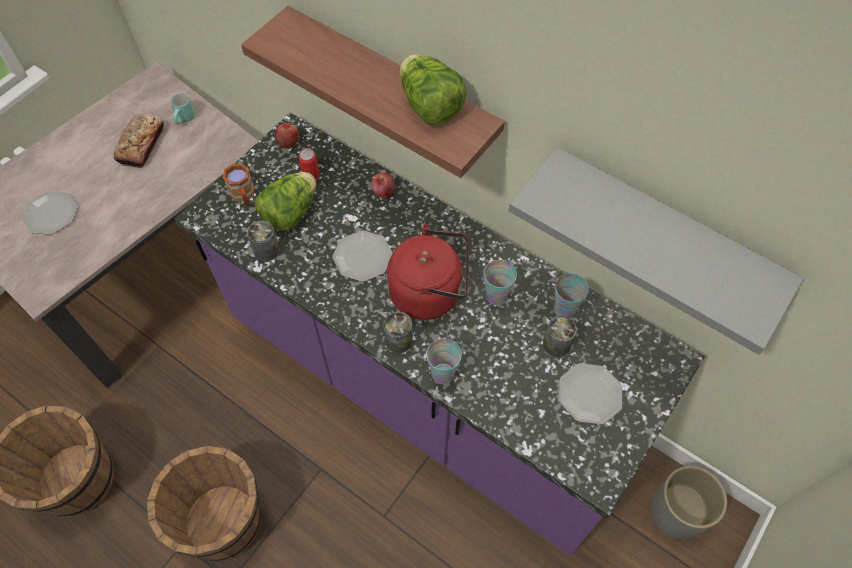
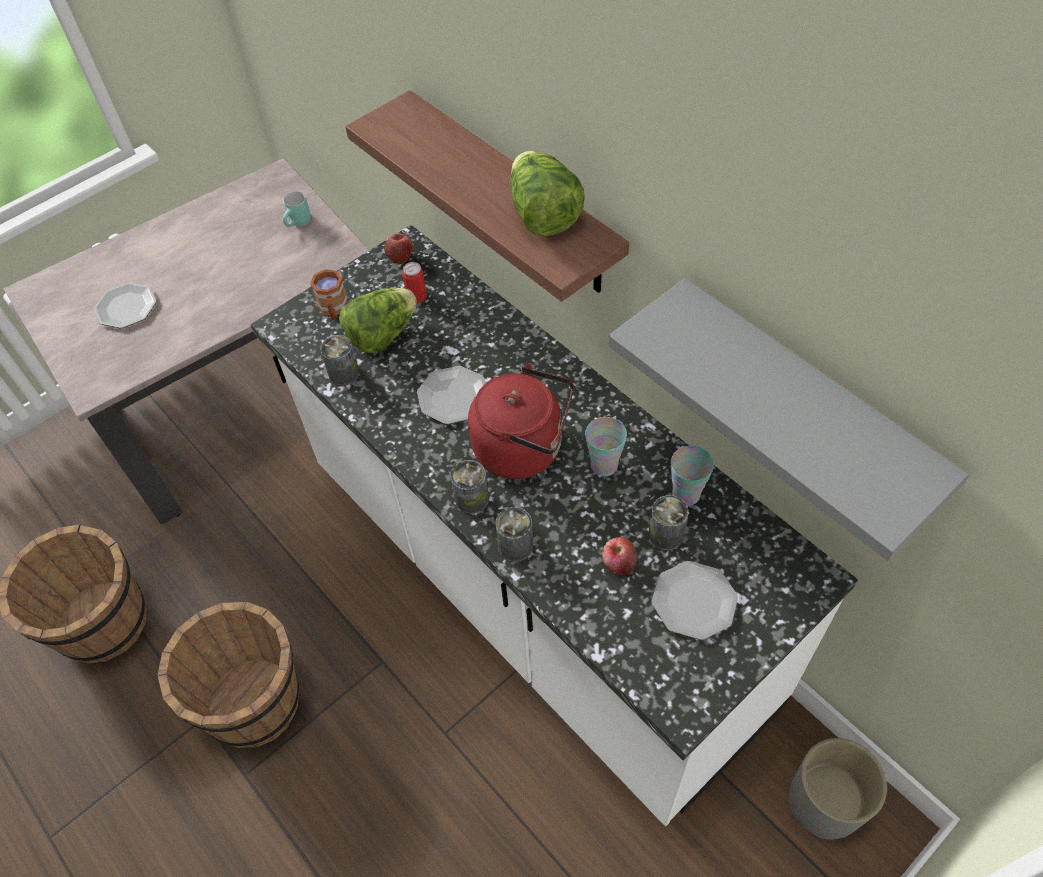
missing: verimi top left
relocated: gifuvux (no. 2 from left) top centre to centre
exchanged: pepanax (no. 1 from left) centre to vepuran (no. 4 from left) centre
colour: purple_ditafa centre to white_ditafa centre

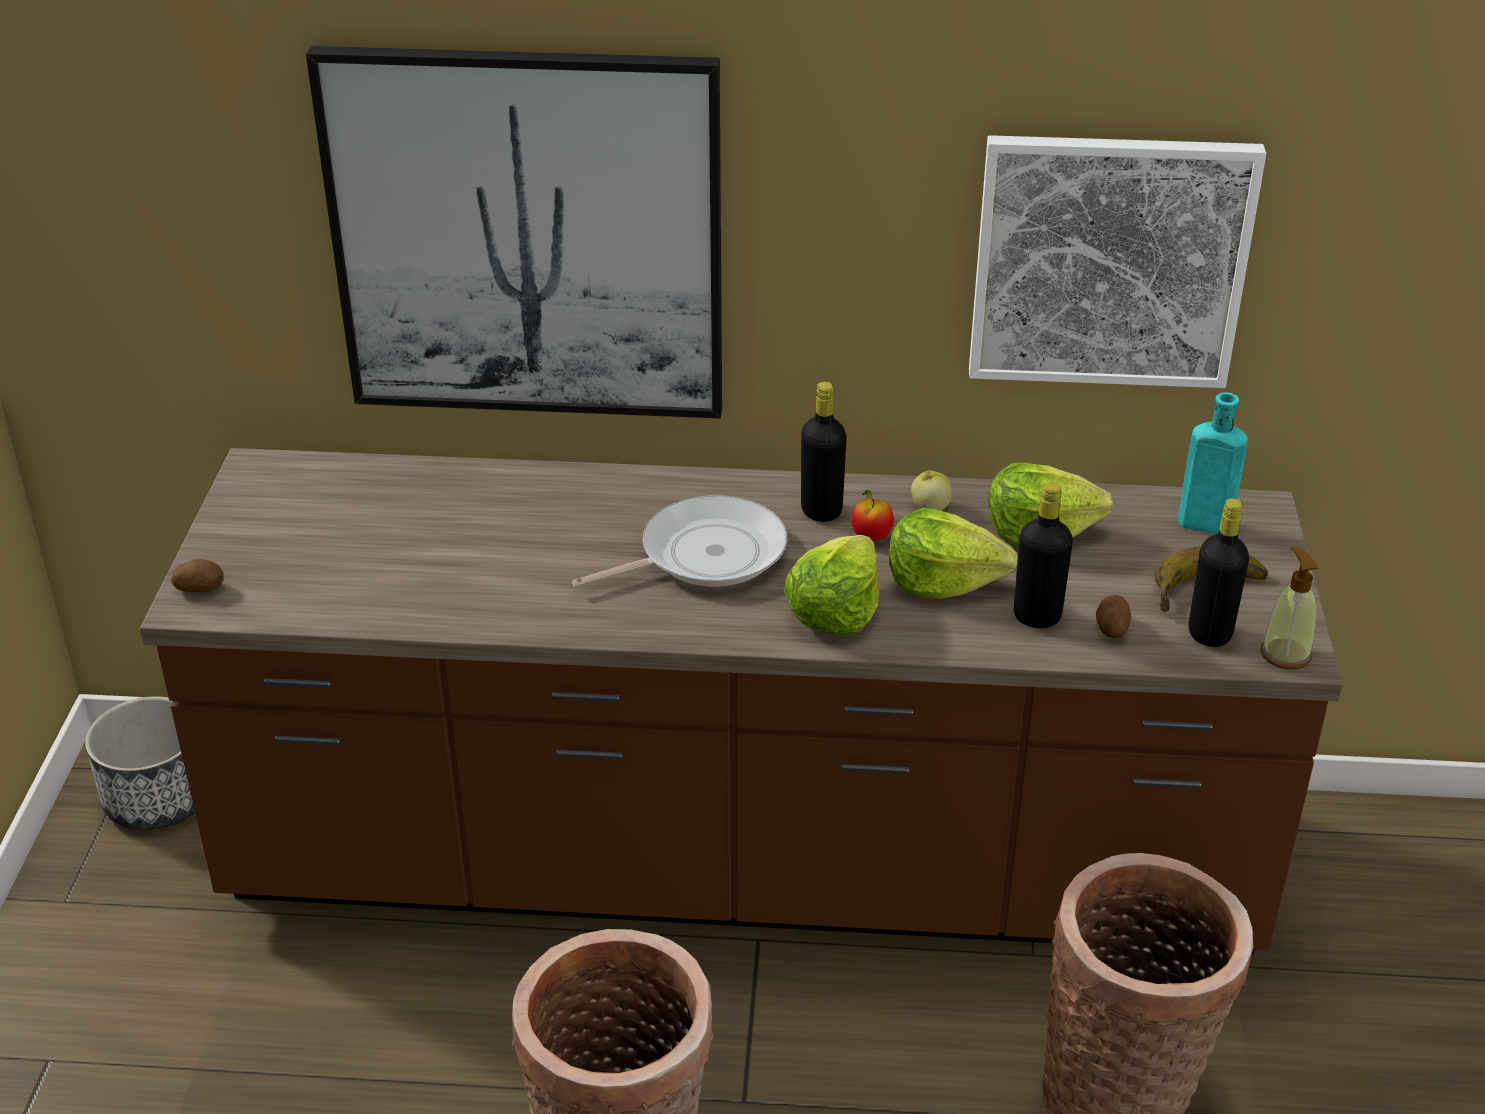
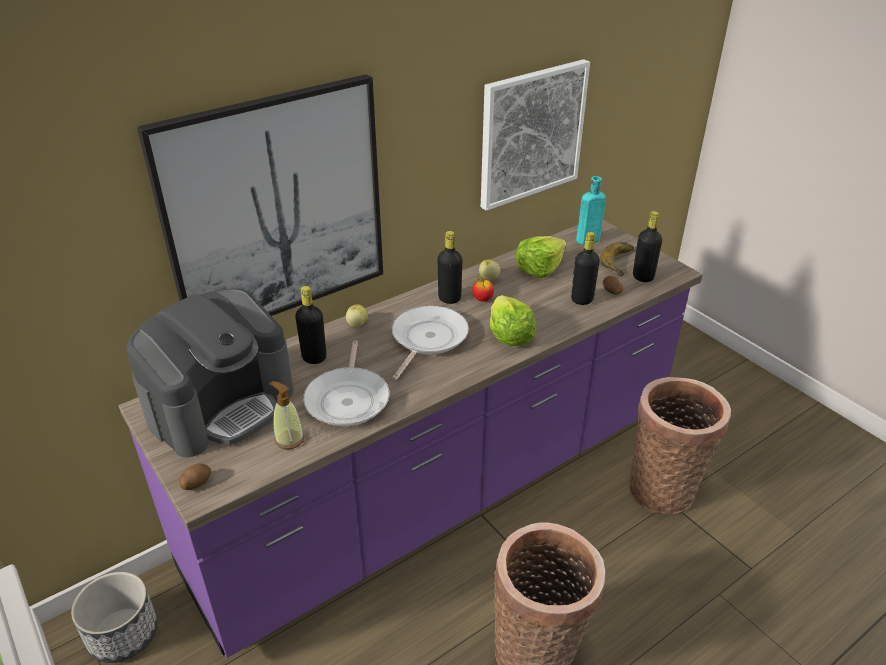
missing: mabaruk (no. 2 from left) centre
appeared: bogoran middle left; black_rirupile (no. 1 from left) centre; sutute (no. 1 from left) centre; gifuvux (no. 1 from left) centre
relocated: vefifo middle right to middle left
colour: brown_ditafa centre to purple_ditafa centre

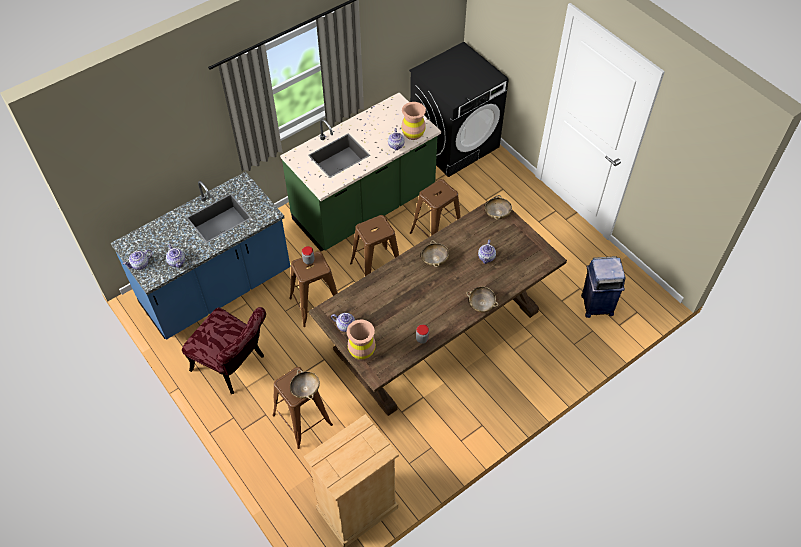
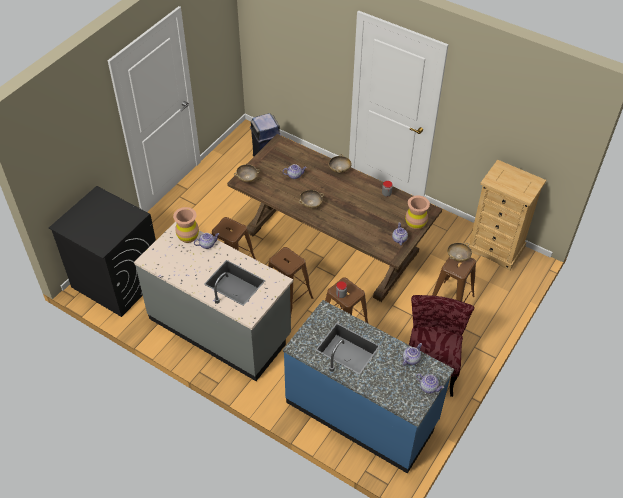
colour: green_ditafa top centre to grey_ditafa centre

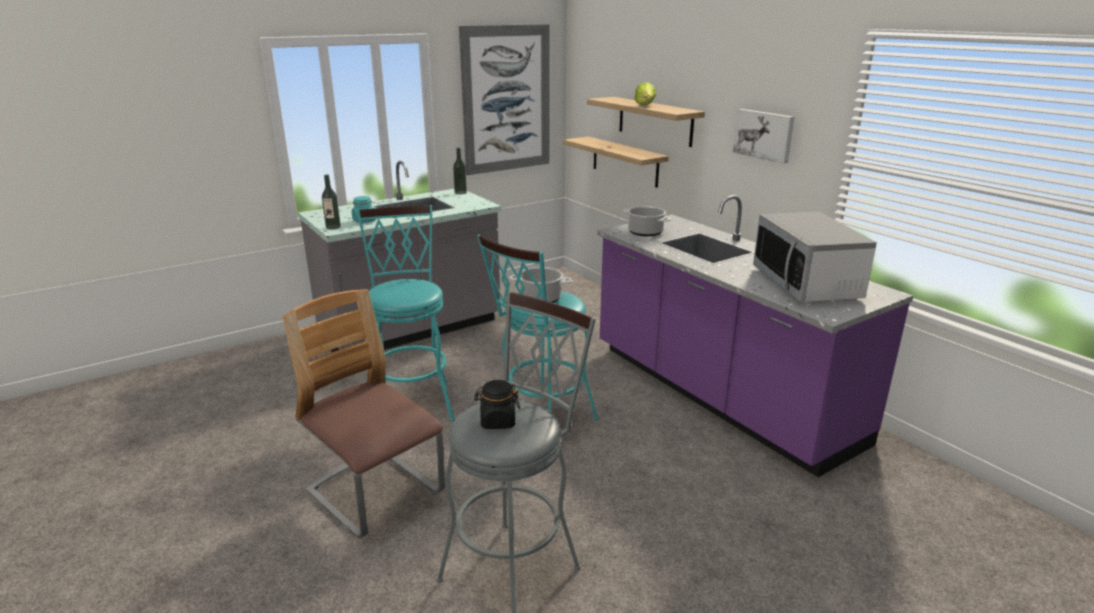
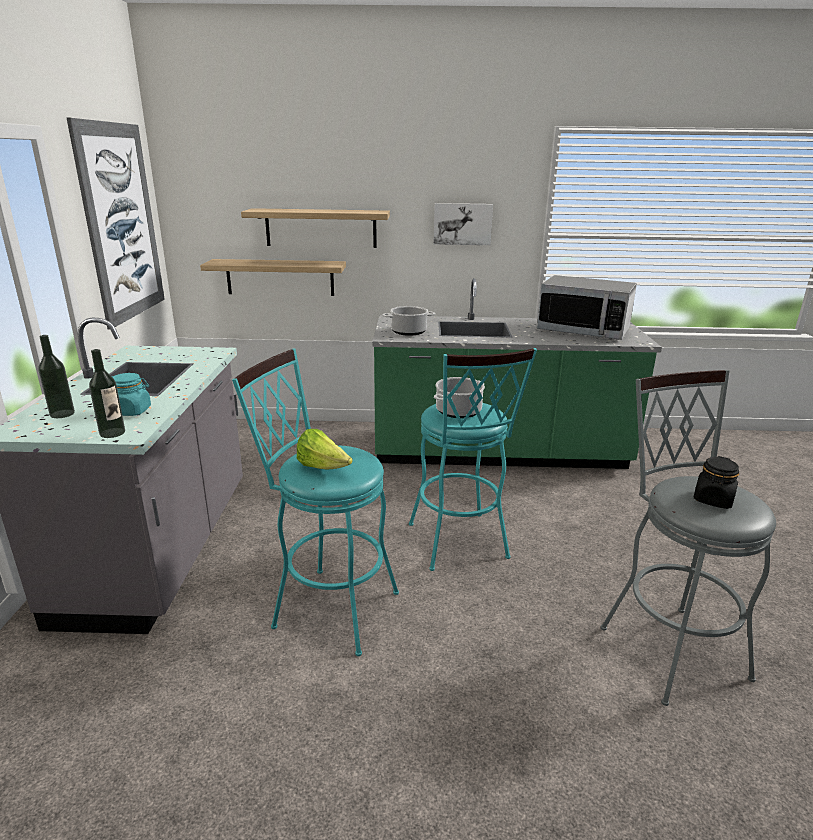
missing: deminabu bottom left
relocated: rirupile (no. 2 from left in the first image) top centre to rirupile (no. 1 from left) middle left; mabaruk top centre to centre
colour: purple_ditafa middle right to green_ditafa centre

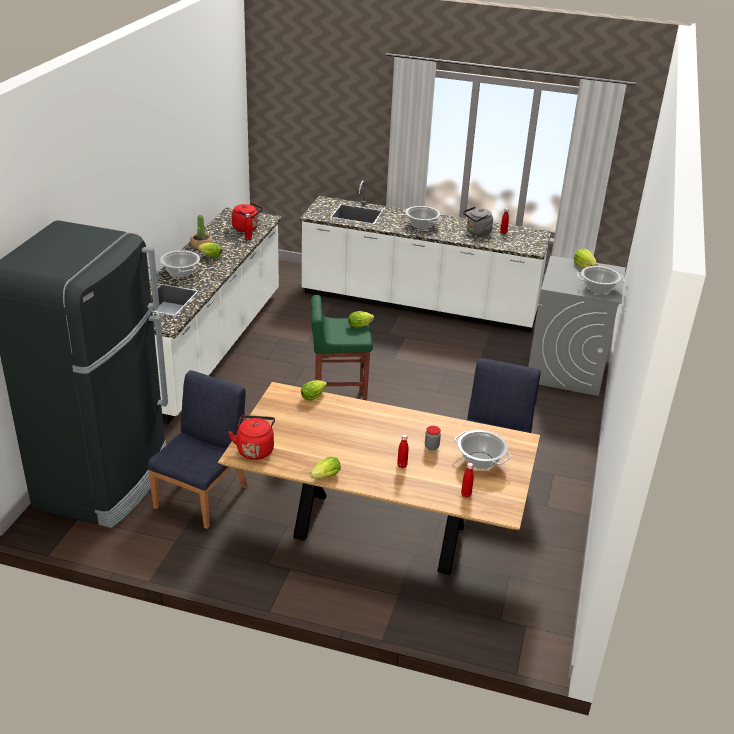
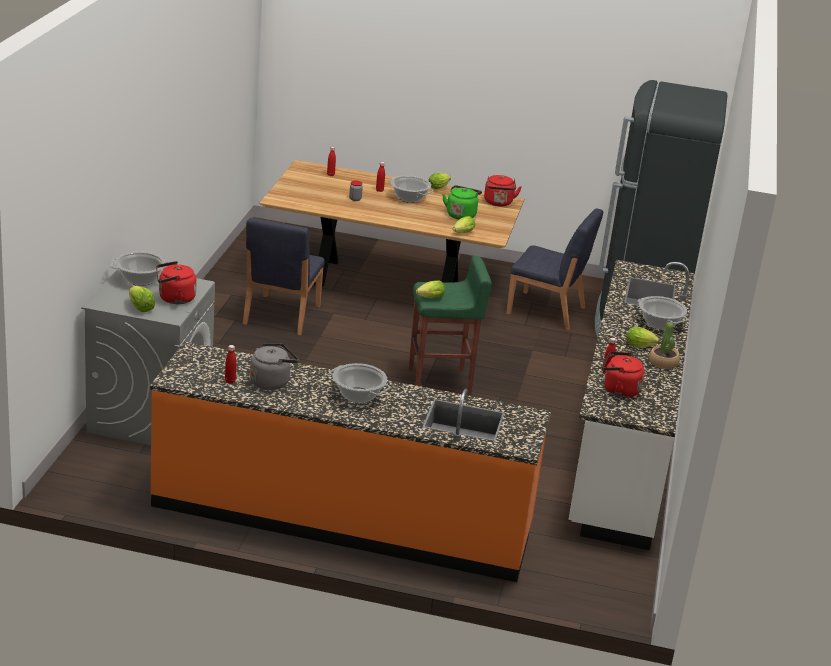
appeared: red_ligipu (no. 1 from left) middle left; green_ligipu top centre
relocated: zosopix (no. 3 from left) centre to top centre
colour: white_ditafa (no. 2 from left) centre to orange_ditafa bottom centre
spun: blue_deminabu (no. 1 from left in the first image) middle left = middle right 90 degrees counterclockwise

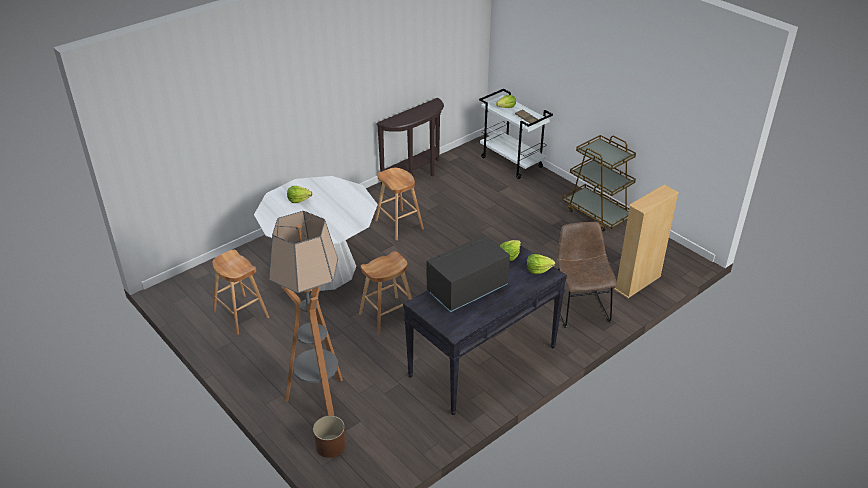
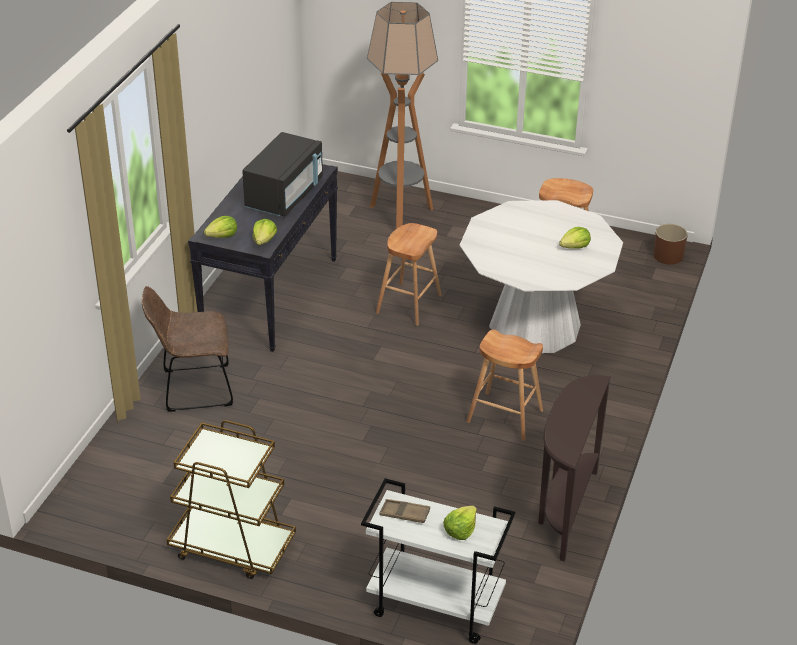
missing: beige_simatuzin middle right
relocated: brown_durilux bottom centre to middle right
spun: brown_deminabu middle right = middle left 120 degrees clockwise

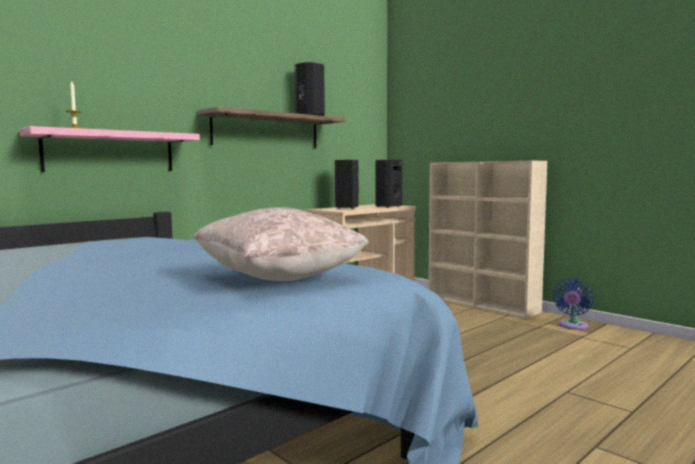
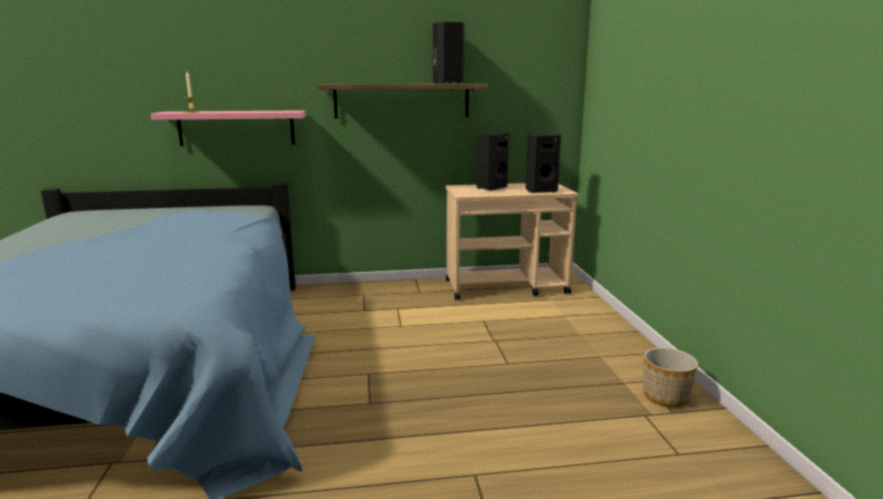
missing: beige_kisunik centre; beige_simatuzin middle right
exchanged: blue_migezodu middle right to durilux bottom right

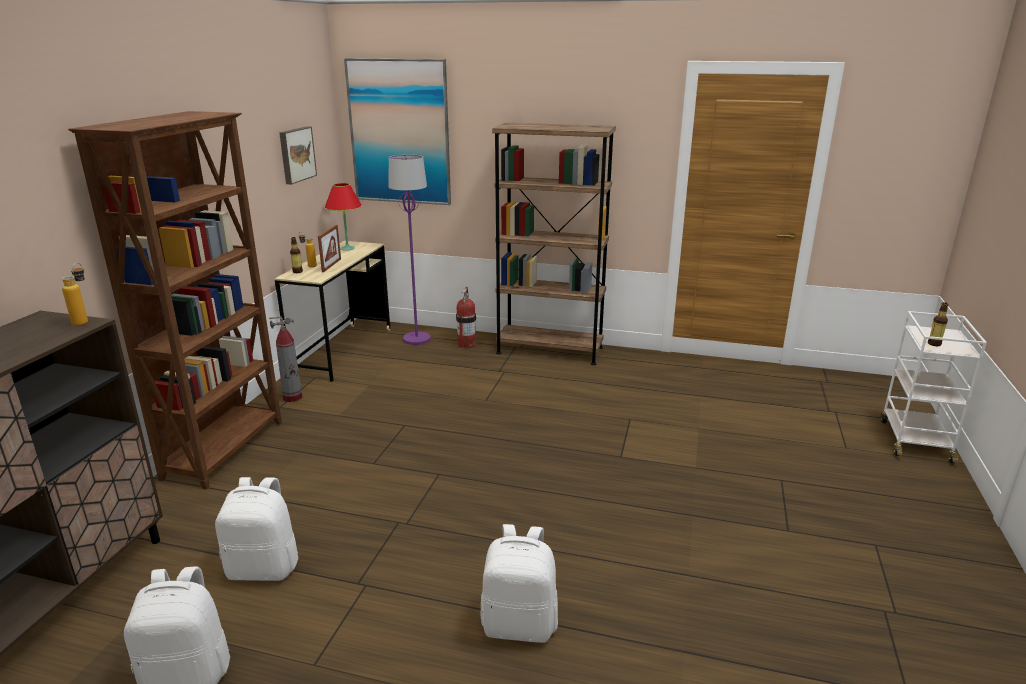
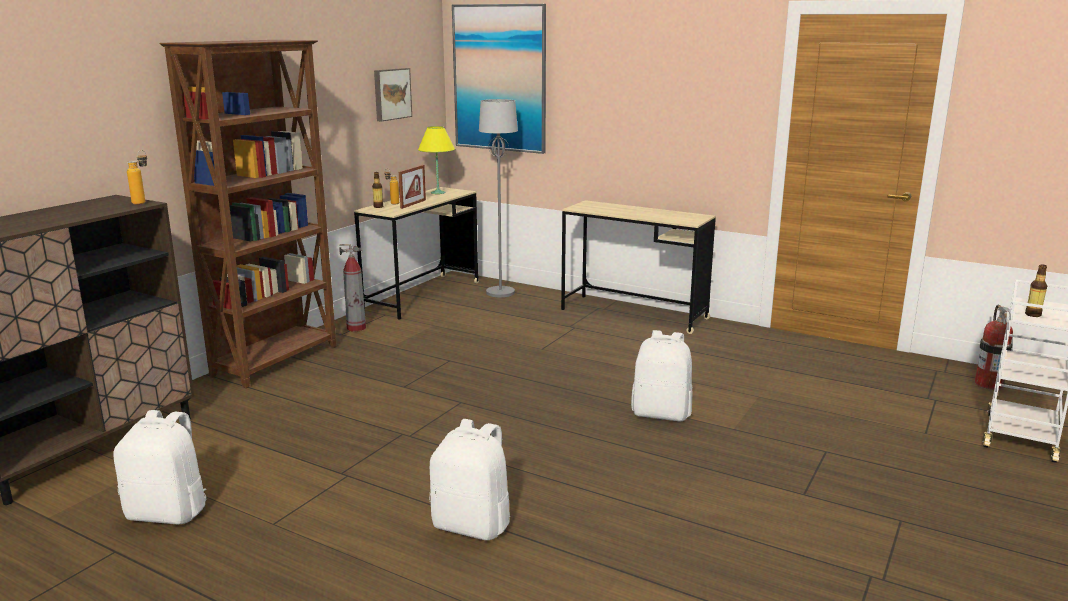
relocated: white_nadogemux (no. 2 from left in the first image) bottom left to white_nadogemux (no. 3 from left) centre; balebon (no. 2 from left) centre to middle right
exchanged: brown_simatuzin (no. 2 from left) centre to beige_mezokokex (no. 2 from left) centre
colour: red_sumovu top centre to yellow_sumovu top centre; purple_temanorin centre to grey_temanorin top centre

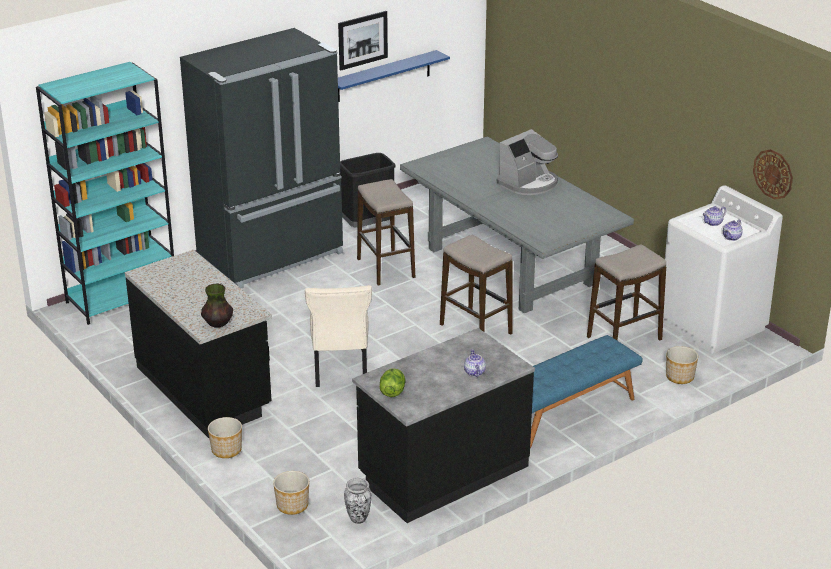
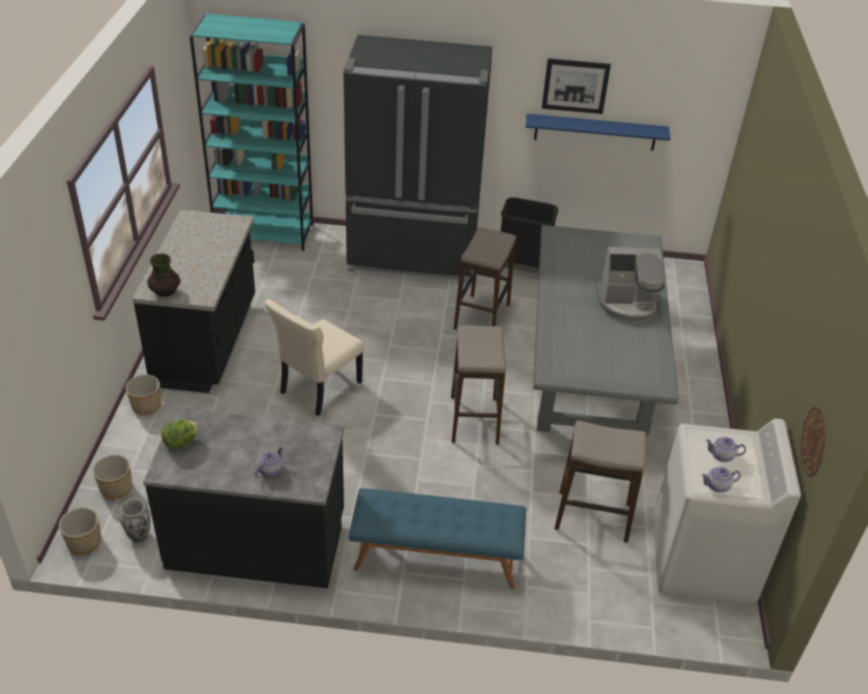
relocated: durilux (no. 3 from left in the first image) middle right to durilux (no. 1 from left) bottom left

